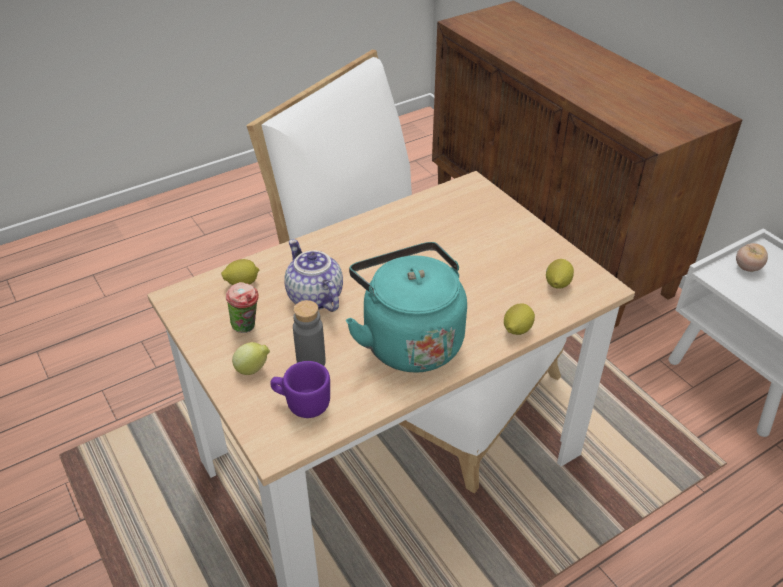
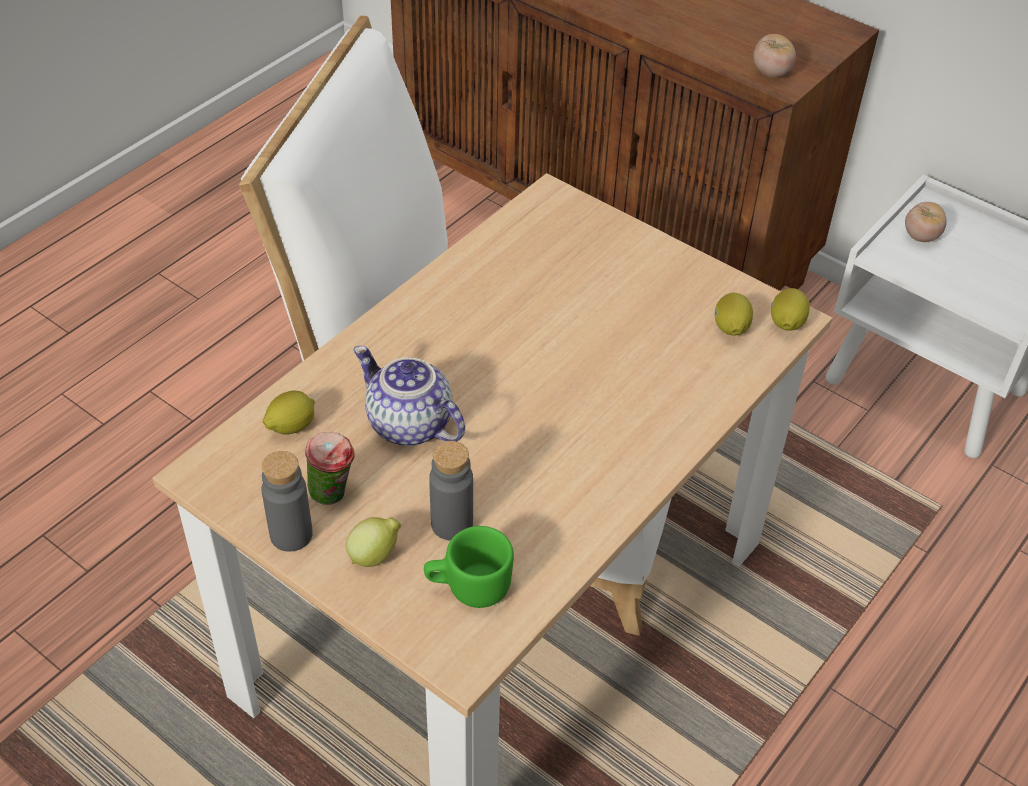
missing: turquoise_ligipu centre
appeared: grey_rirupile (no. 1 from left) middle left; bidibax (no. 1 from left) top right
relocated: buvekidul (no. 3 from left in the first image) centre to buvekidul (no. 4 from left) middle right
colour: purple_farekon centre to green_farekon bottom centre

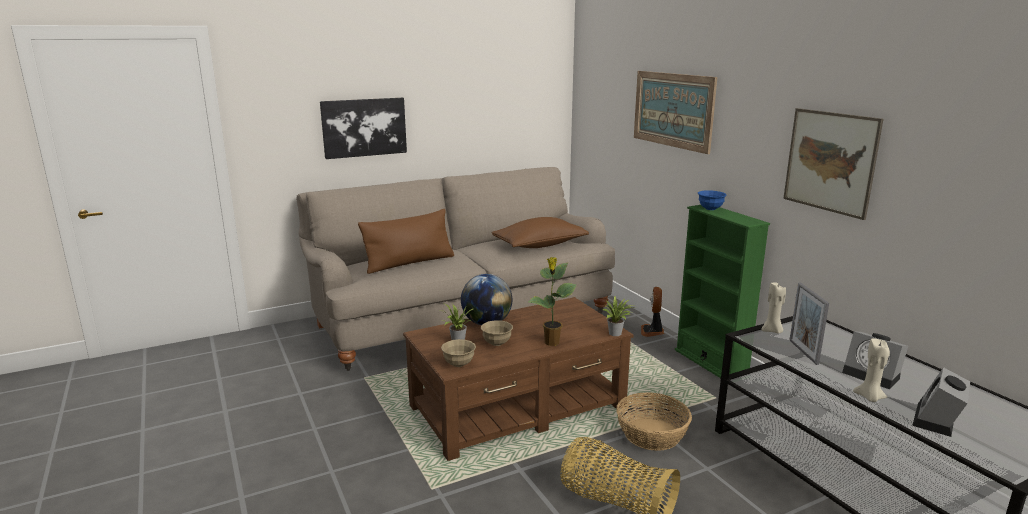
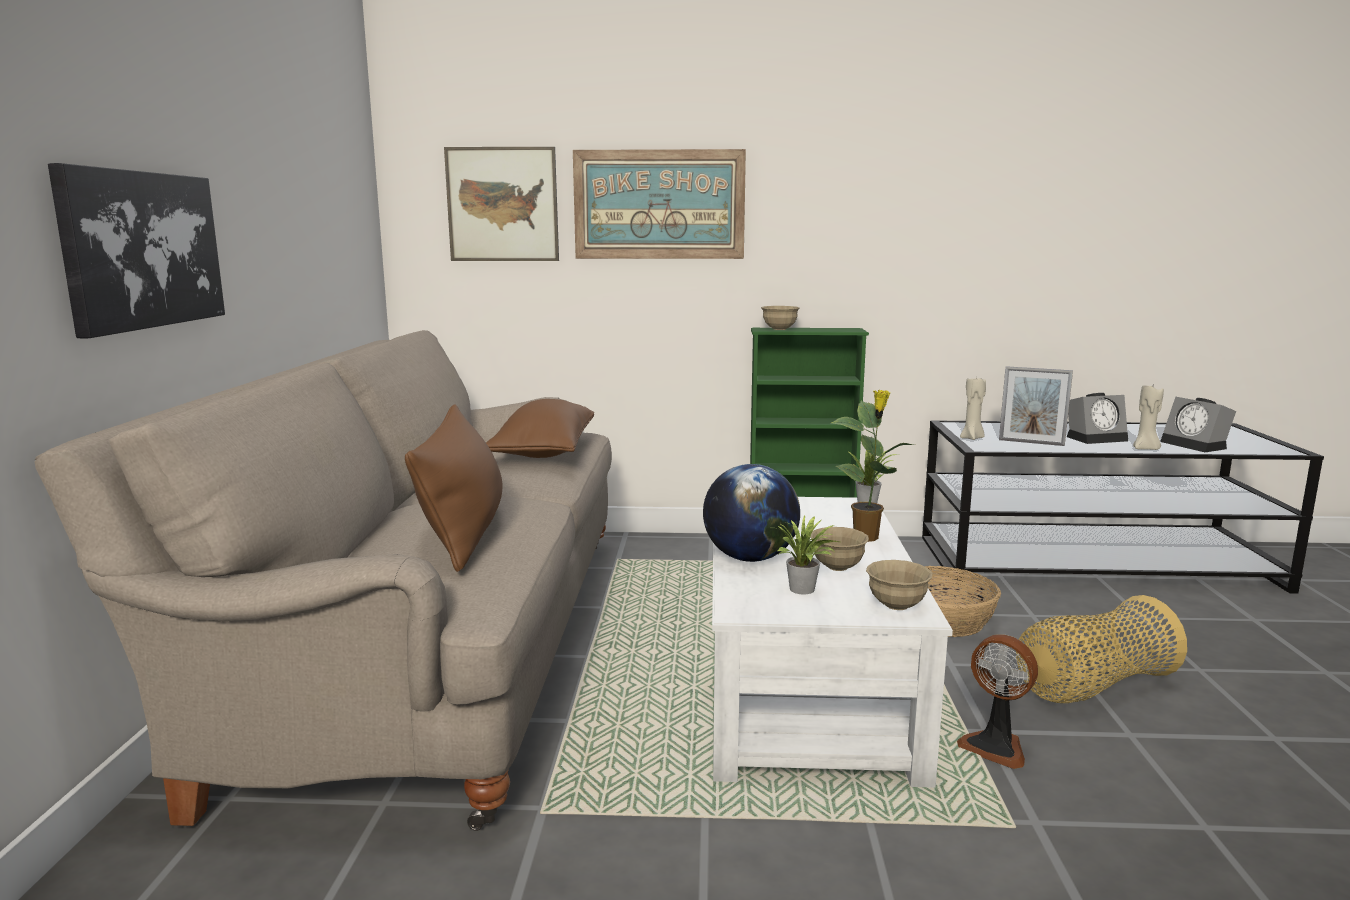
relocated: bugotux (no. 3 from left in the first image) top right to bugotux (no. 2 from left) top centre; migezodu centre to bottom right
colour: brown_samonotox bottom centre to white_samonotox bottom centre; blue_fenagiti middle right to beige_fenagiti (no. 1 from left) centre

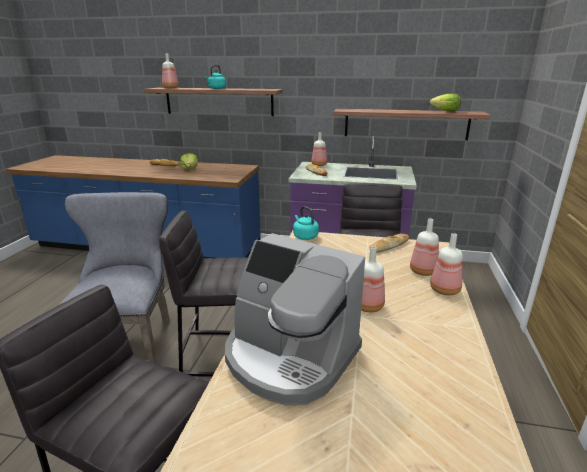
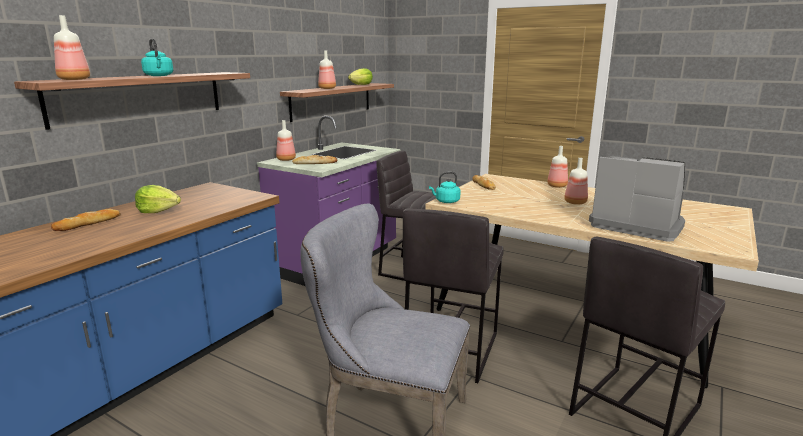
relocated: rirupile (no. 4 from left in the first image) middle right to rirupile (no. 3 from left) top centre
spun: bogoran bottom centre = middle right 105 degrees counterclockwise

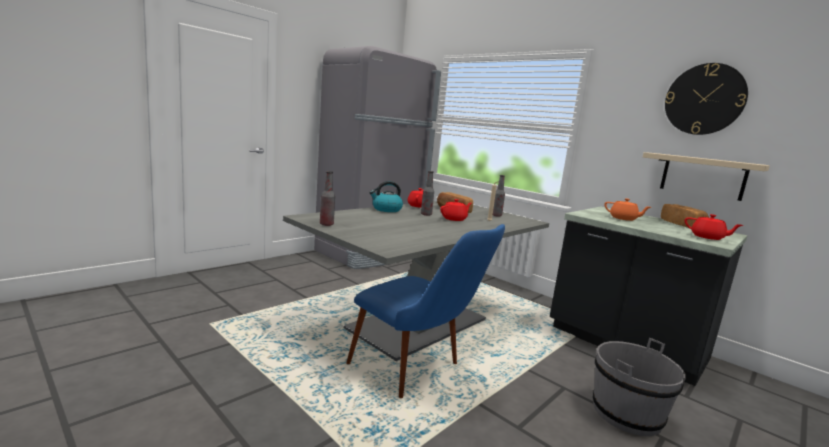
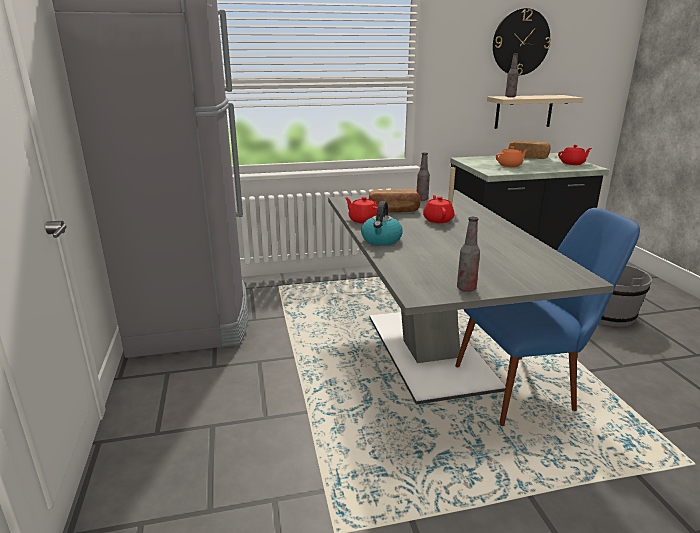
relocated: rirupile (no. 2 from left in the first image) centre to rirupile (no. 3 from left) top right

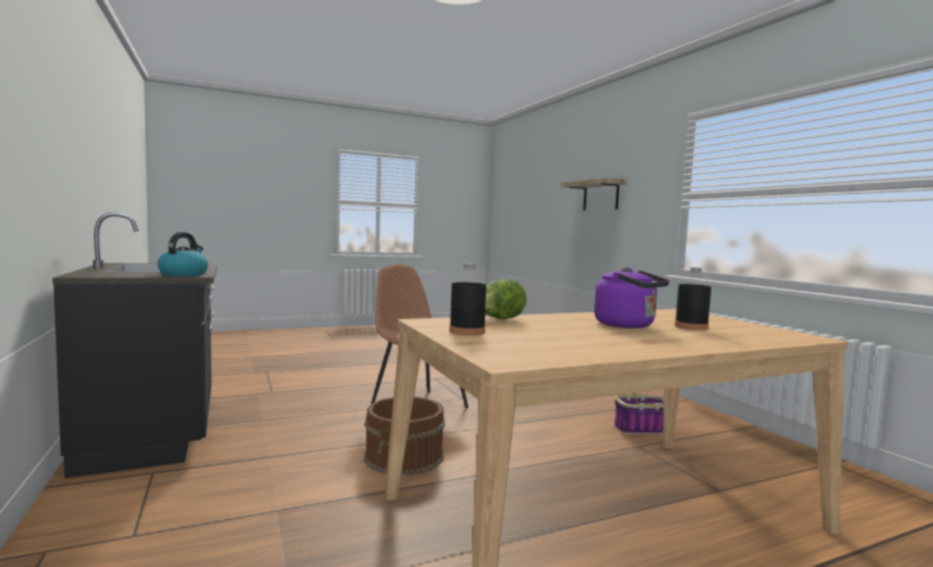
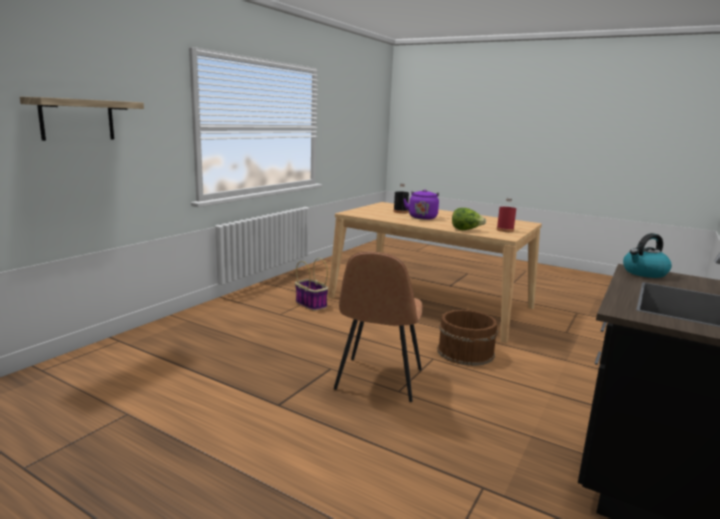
colour: black_rirupile (no. 1 from left) centre to red_rirupile middle right

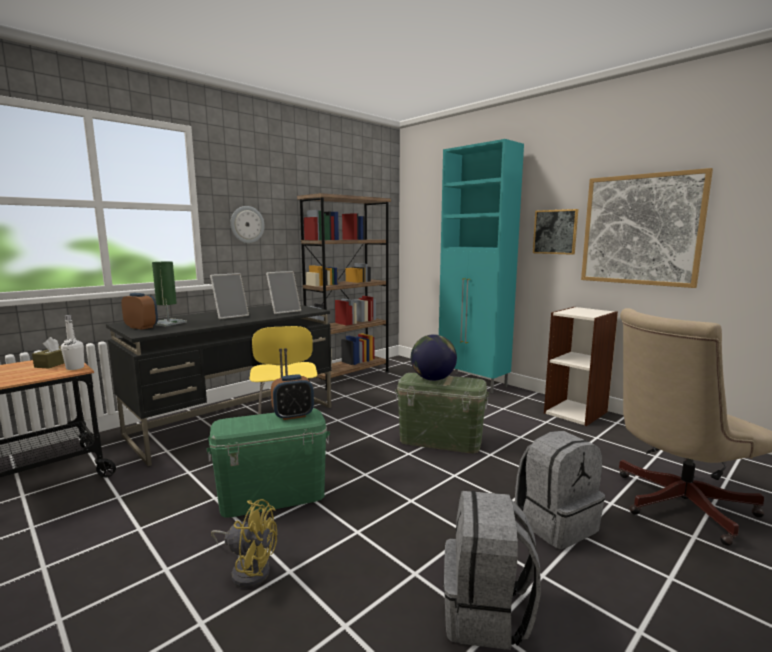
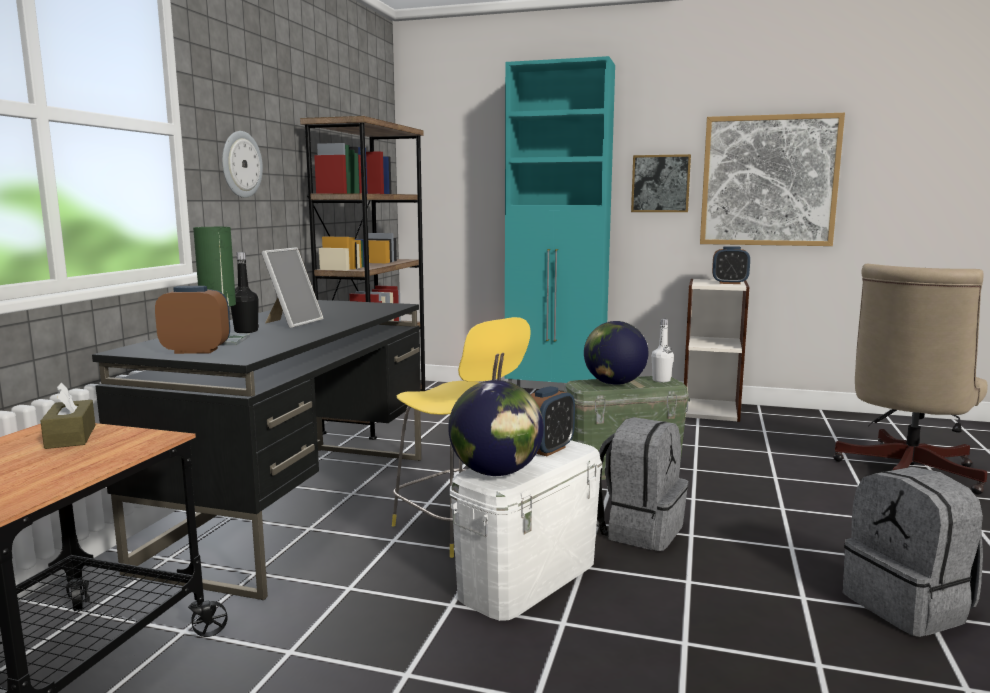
missing: yellow_migezodu bottom left; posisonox (no. 2 from left) centre
appeared: black_rirupile middle left; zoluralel (no. 1 from left) centre; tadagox (no. 3 from left) middle right
relocated: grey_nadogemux (no. 2 from left in the first image) bottom right to grey_nadogemux (no. 1 from left) bottom centre; white_rirupile middle left to middle right
colour: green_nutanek (no. 1 from left) bottom centre to white_nutanek bottom centre

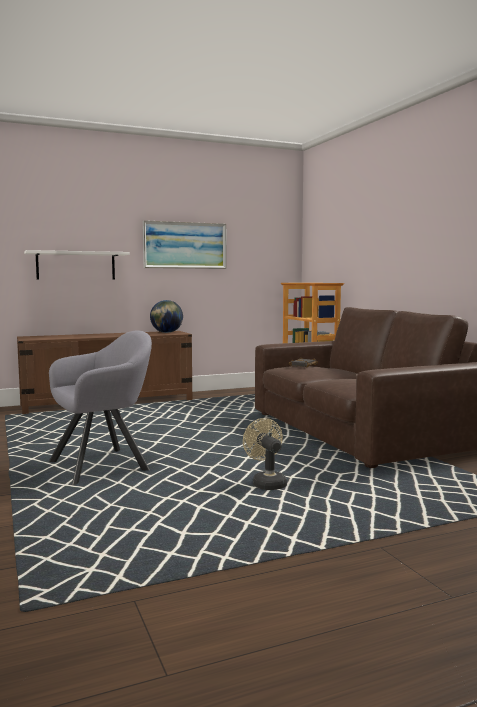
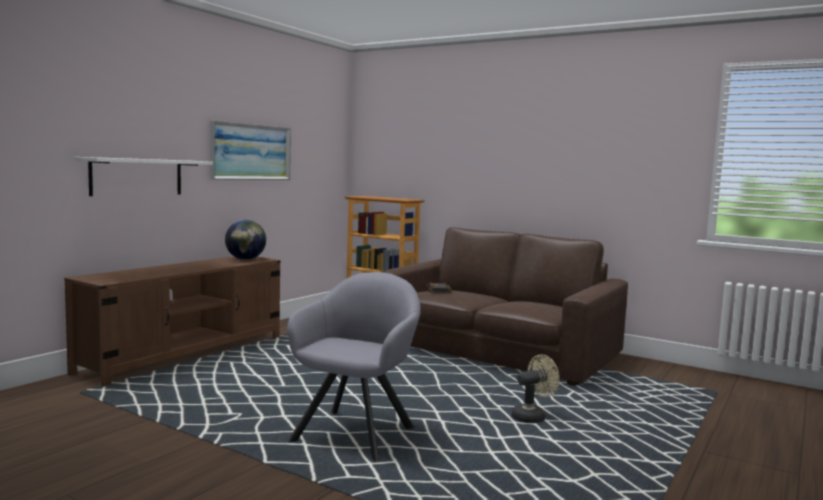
spun: beige_migezodu centre = bottom centre 120 degrees clockwise

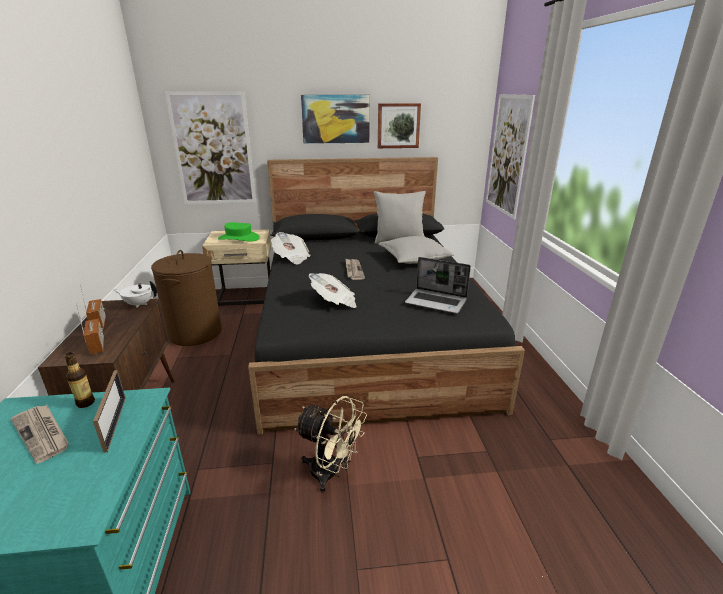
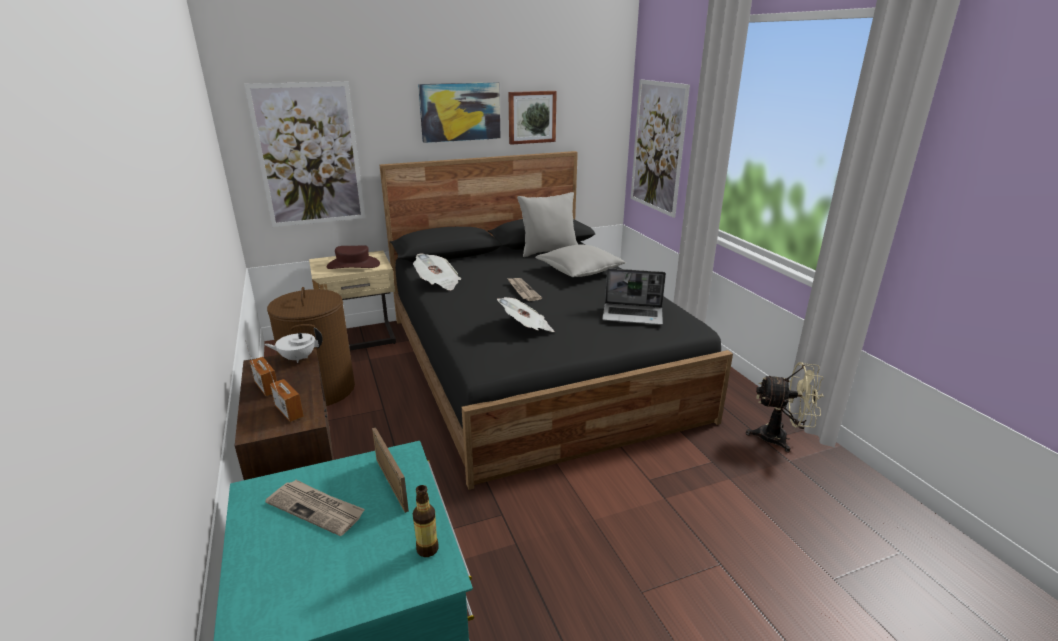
relocated: rirupile middle left to bottom centre; beige_migezodu bottom centre to middle right
colour: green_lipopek middle left to brown_lipopek centre

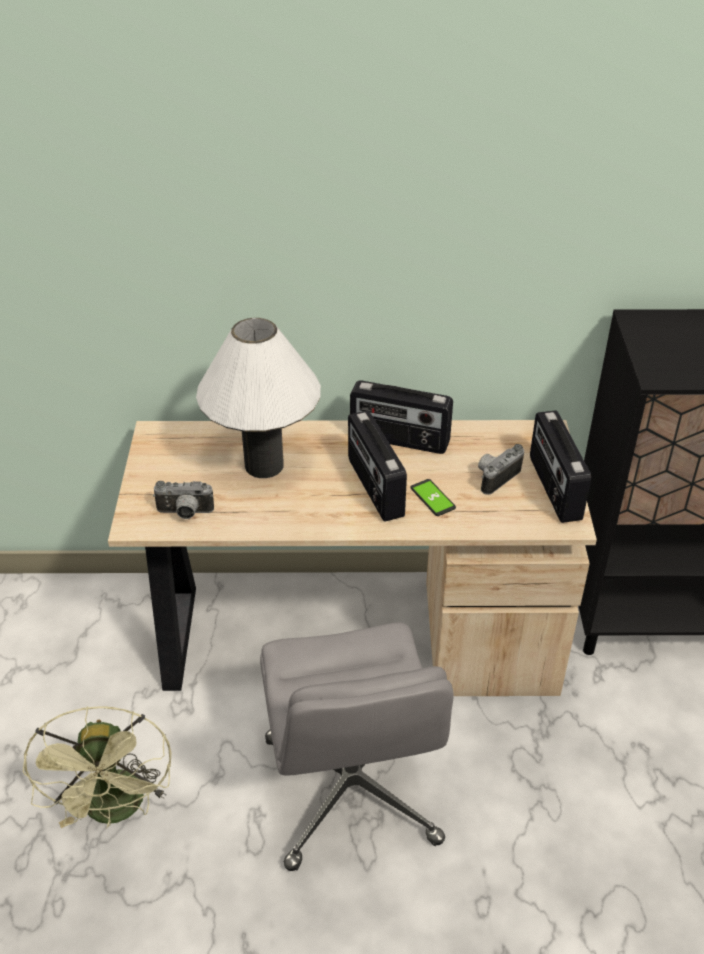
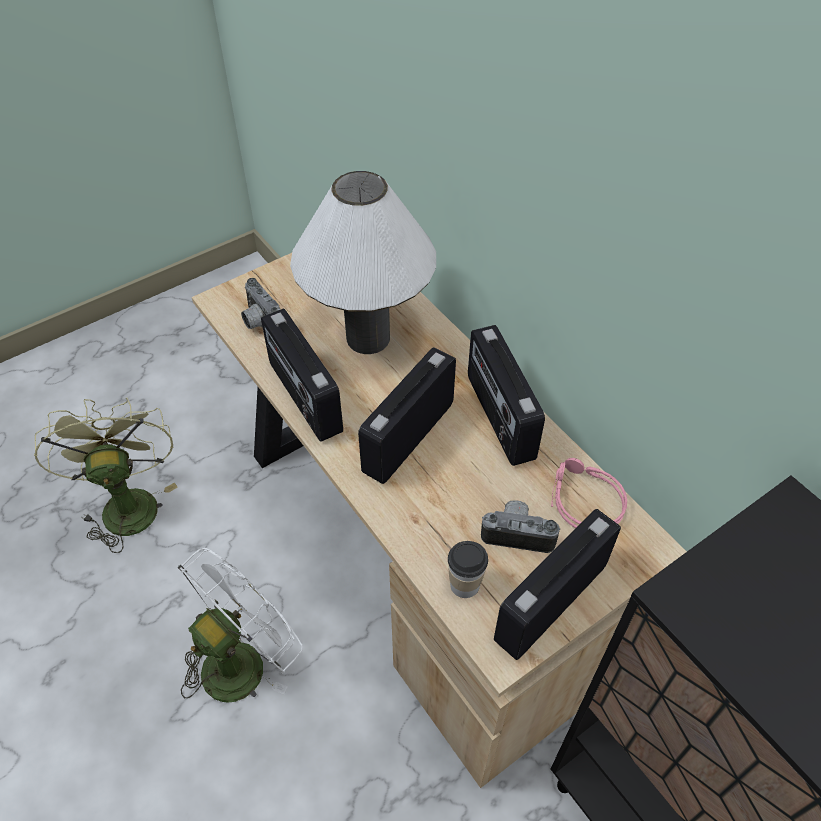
missing: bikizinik centre
appeared: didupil (no. 1 from left) centre; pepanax bottom centre; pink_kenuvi middle right
exchanged: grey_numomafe bottom centre to white_migezodu bottom left
spun: green_migezodu bottom left = middle left 120 degrees clockwise

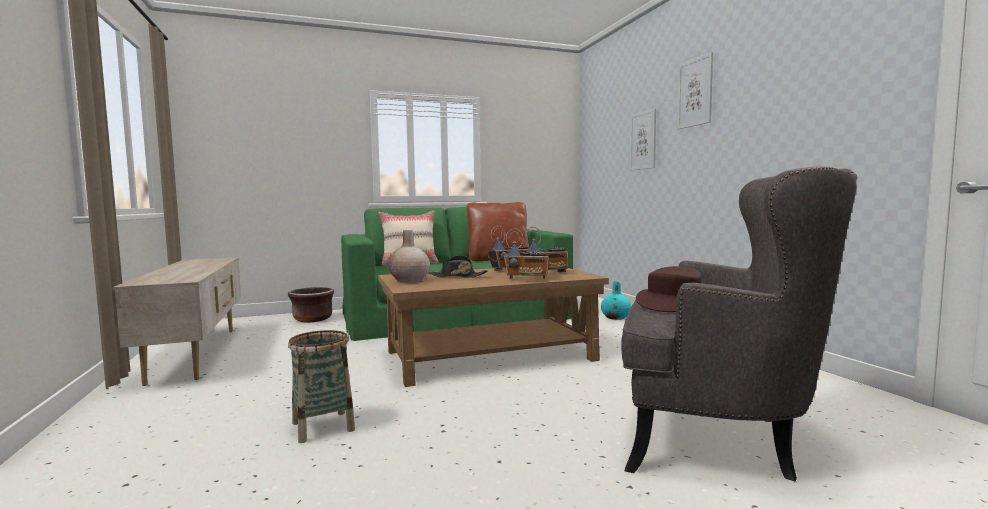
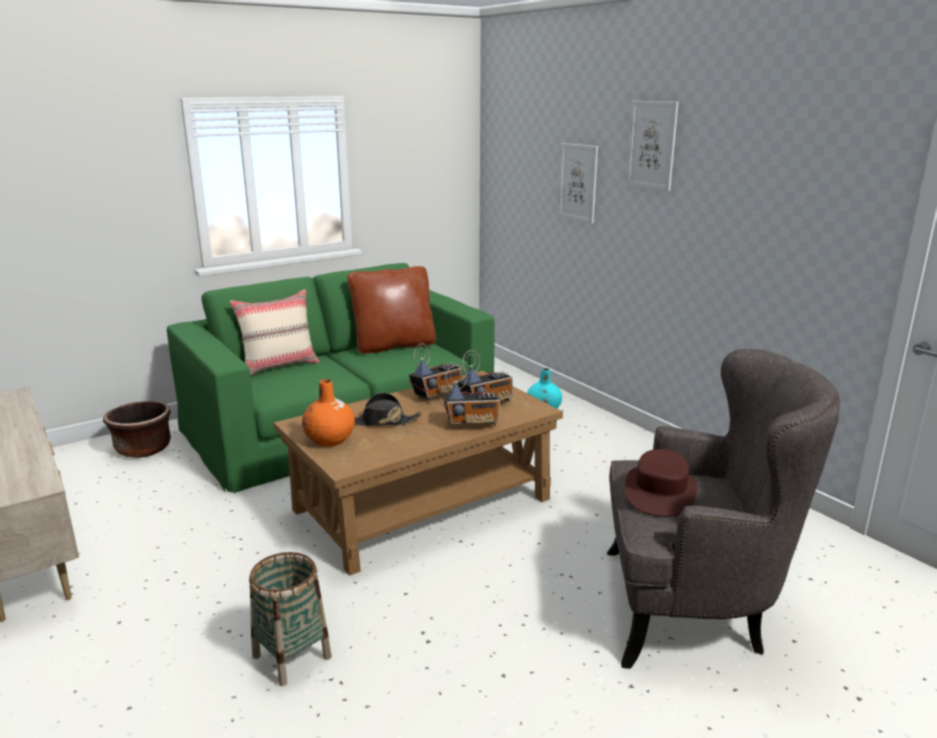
colour: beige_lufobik centre to orange_lufobik centre

